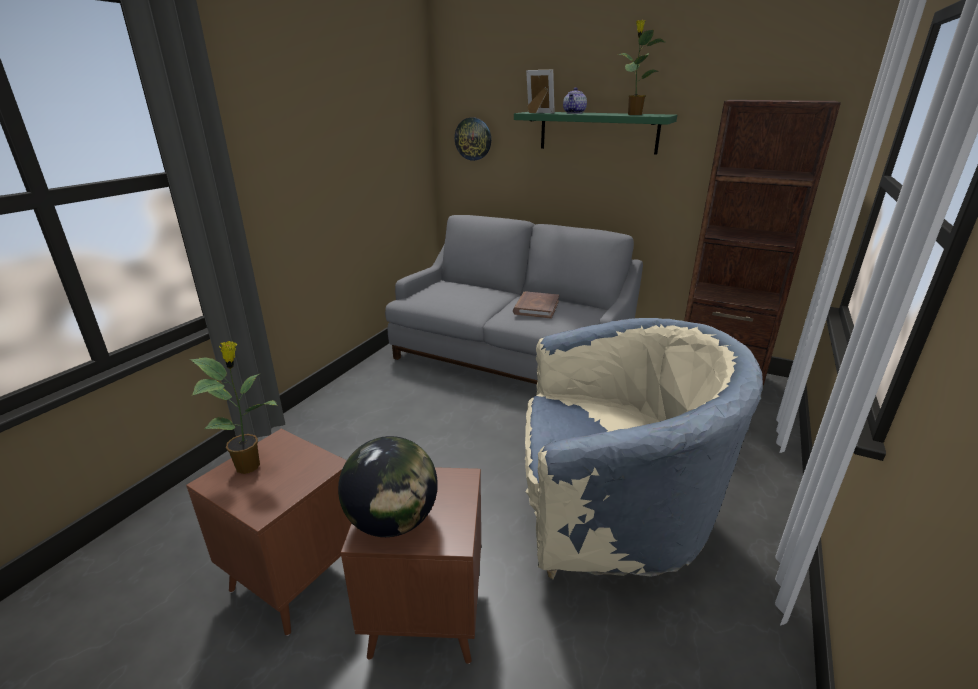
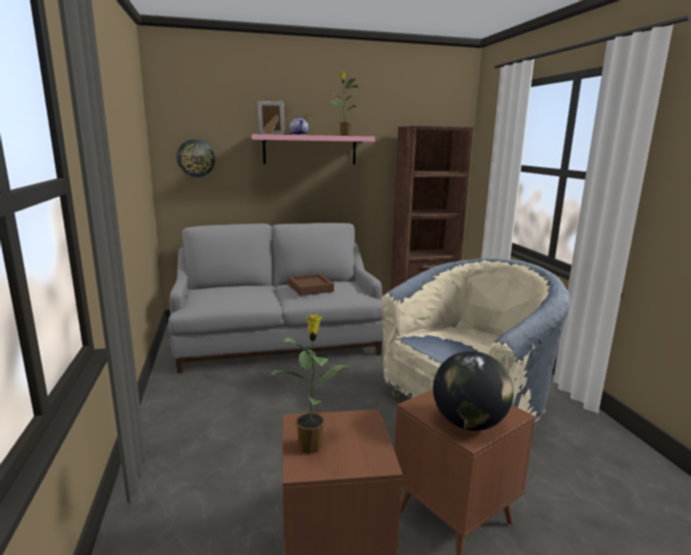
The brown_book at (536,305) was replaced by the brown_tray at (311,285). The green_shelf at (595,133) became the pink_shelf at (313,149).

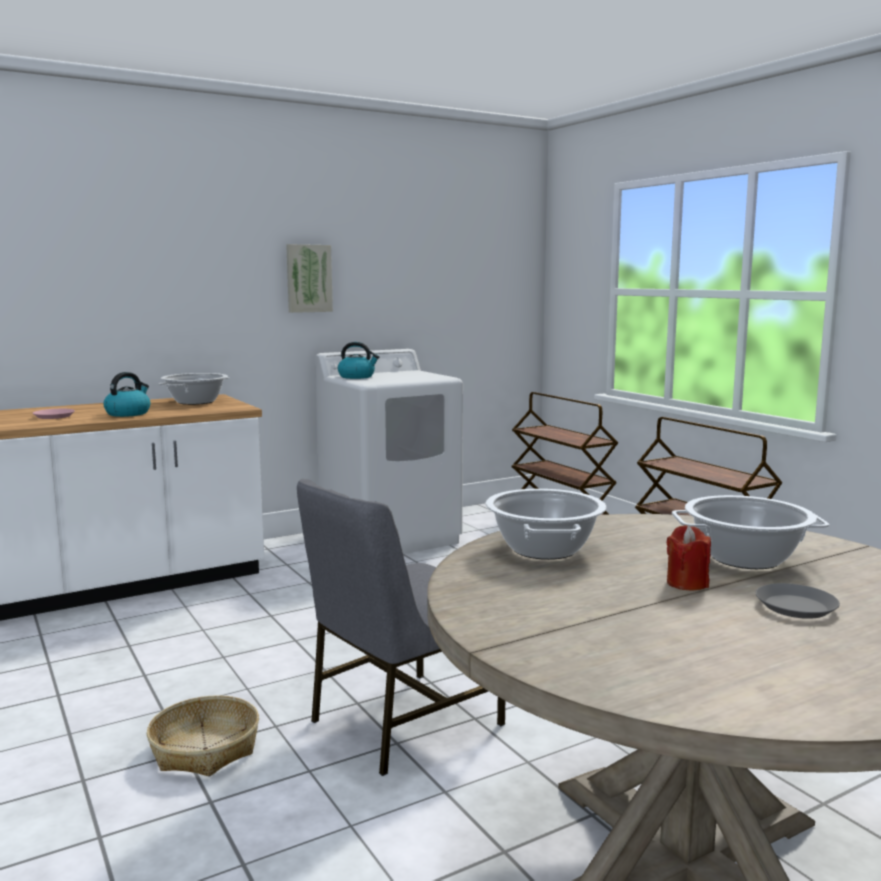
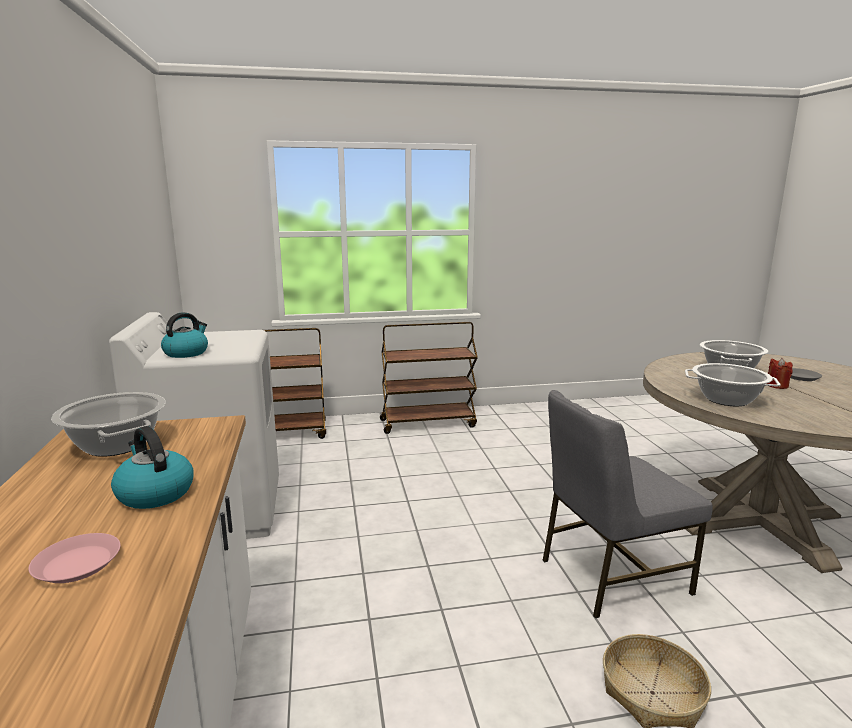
The picture at (309,278) disappeared. The grey_chair at (401,627) turned 90 degrees clockwise.

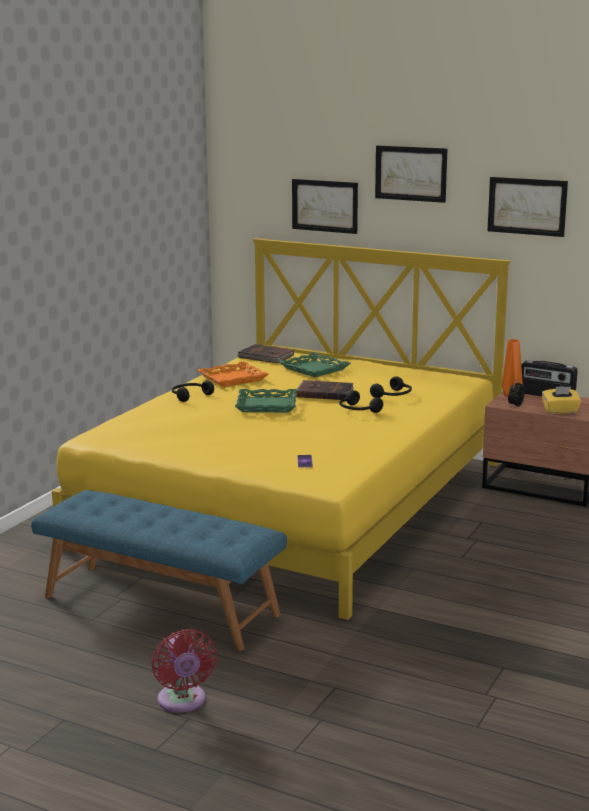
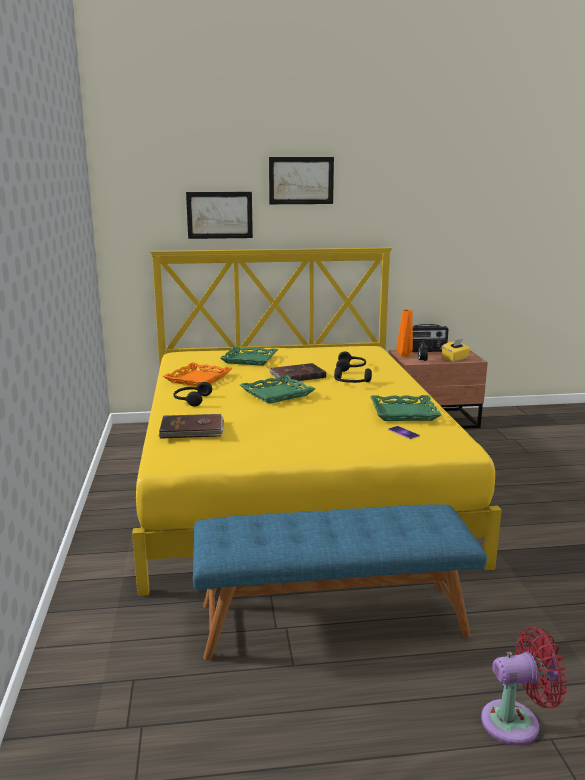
The picture at (527,207) disappeared. The green_tray at (405,408) appeared. The brown_book moved from (265,353) to (191,426). The red_fan at (184,671) turned 45 degrees counterclockwise.

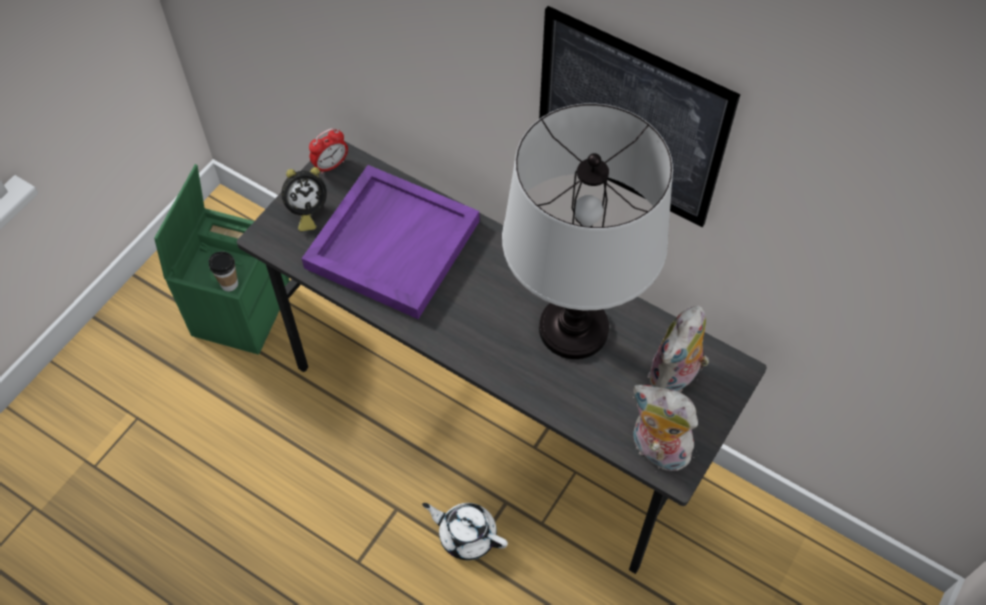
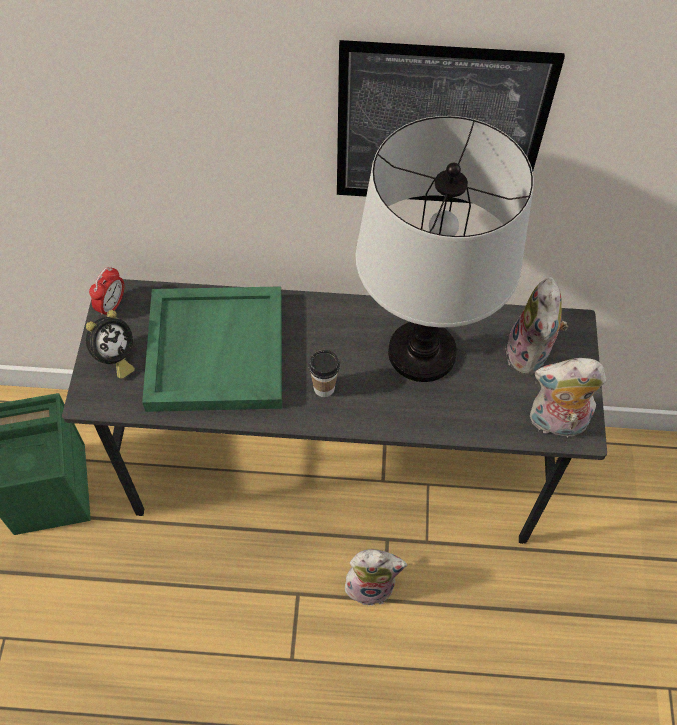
The cup moved from (223,271) to (324,373). The white_teapot at (465,531) was replaced by the plush_toy at (376,577). The purple_tray at (391,242) became the green_tray at (212,349).

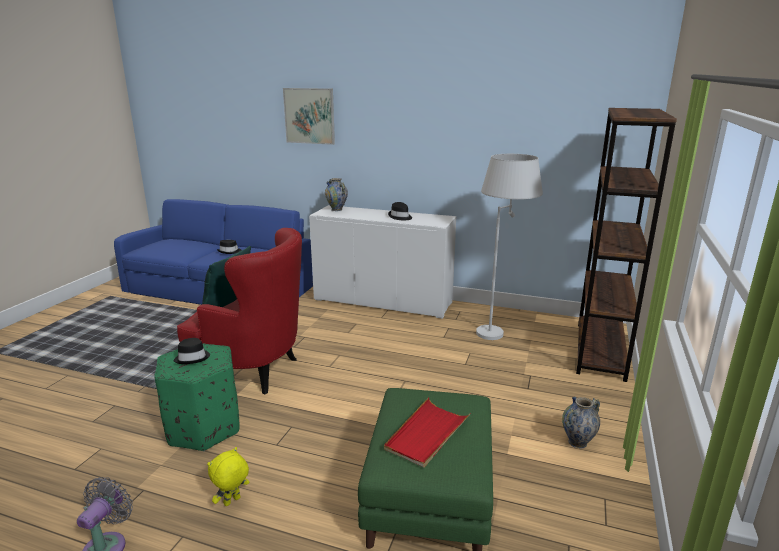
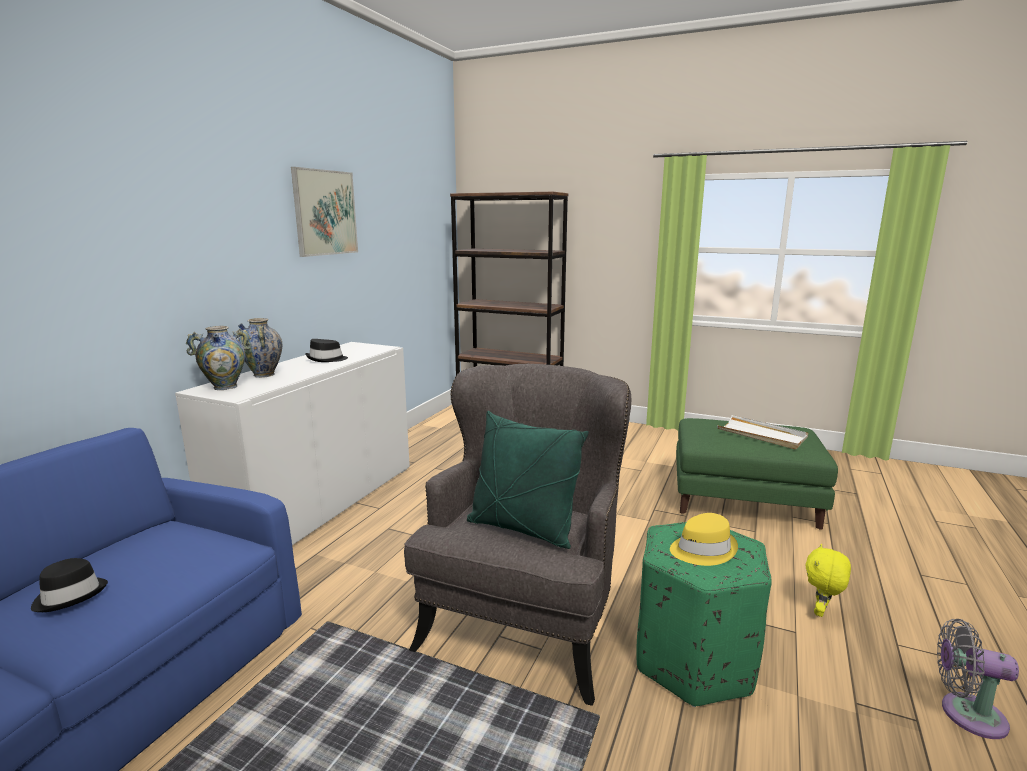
The white_floor_lamp at (509,247) disappeared. The picture moved from (309,116) to (324,212). The vase moved from (581,422) to (260,348). The black_hat at (192,351) became the yellow_hat at (704,539). The red_armchair at (239,311) became the grey_armchair at (517,535). The red_tray at (427,433) became the white_tray at (762,432). The yellow_plush_toy at (228,476) turned 75 degrees clockwise.

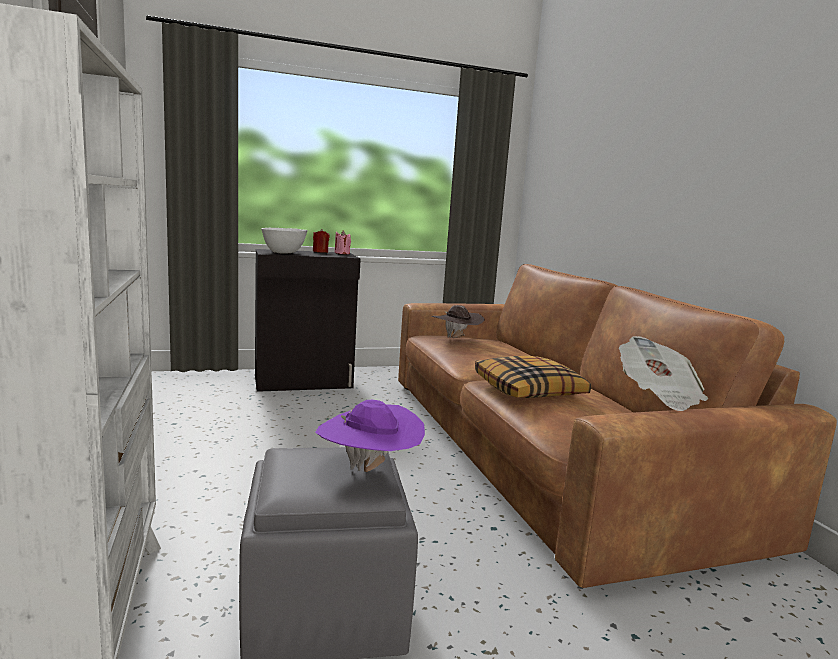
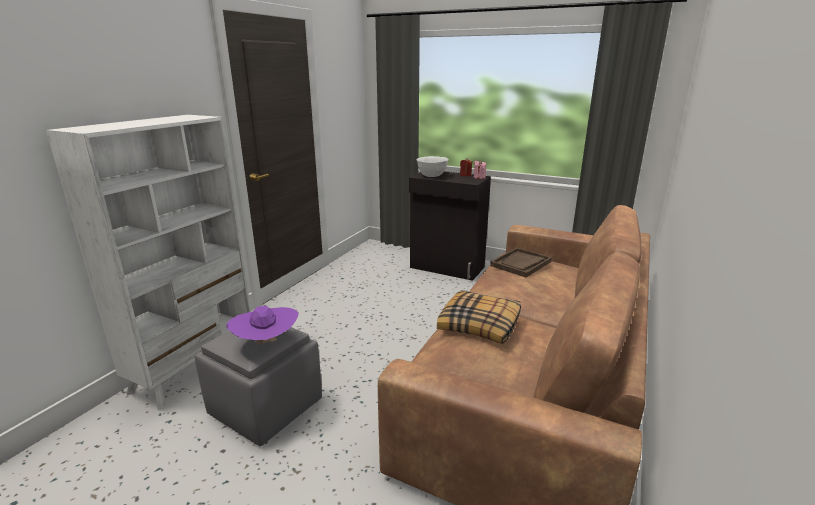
The newspaper at (663,373) disappeared. The brown_hat at (458,321) was replaced by the brown_tray at (521,262).

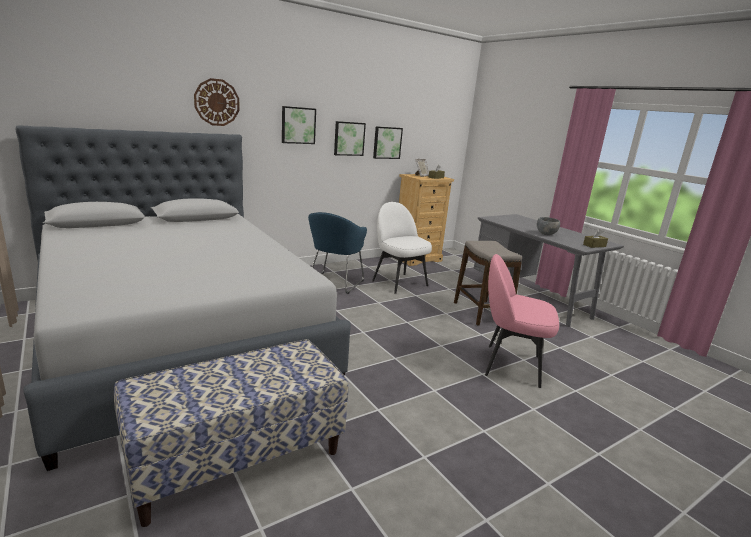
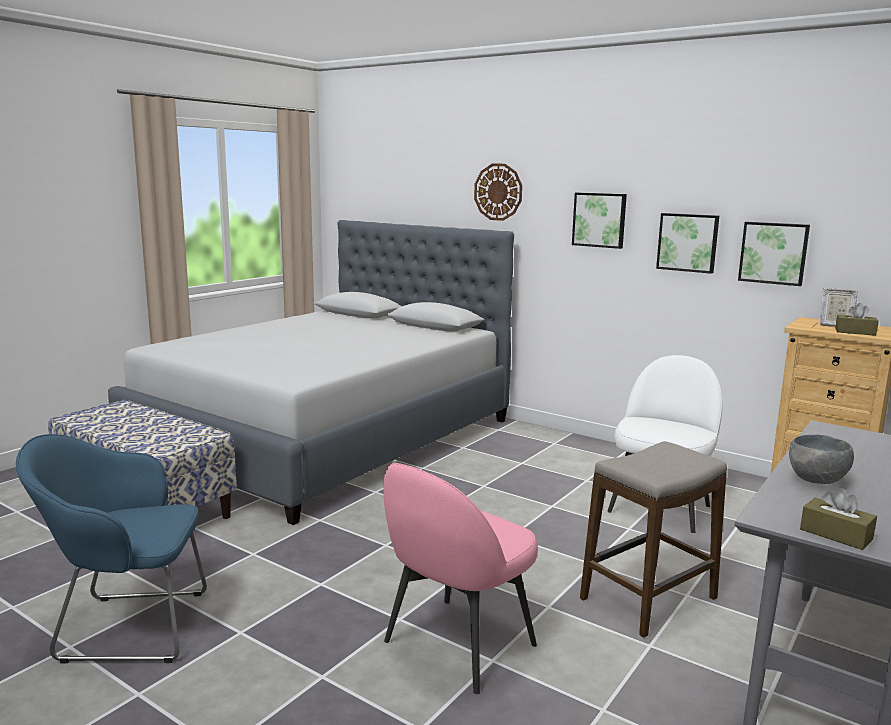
The blue_armchair moved from (337,253) to (111,549). The pink_chair at (522,321) turned 135 degrees counterclockwise.

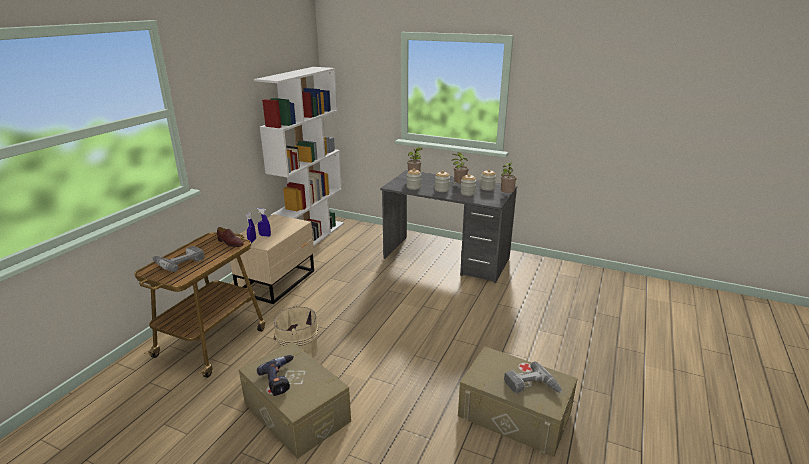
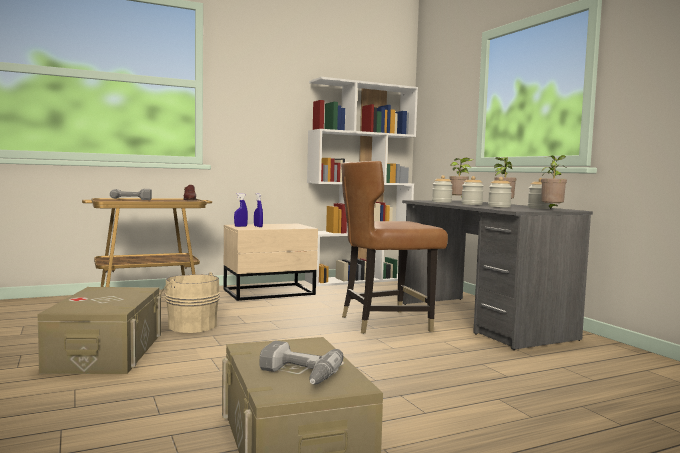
The power_drill at (275,375) disappeared. The brown_chair at (394,247) appeared.

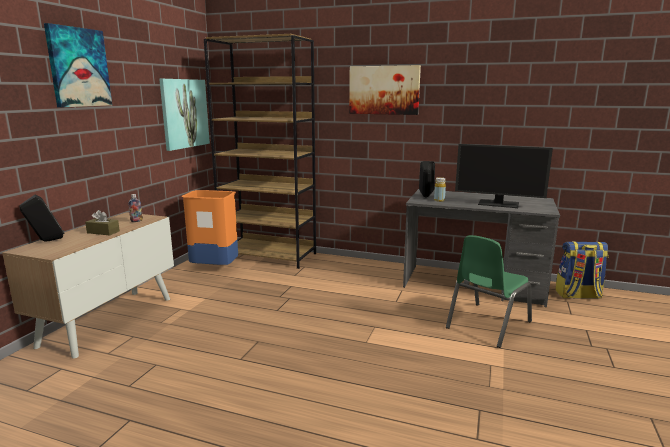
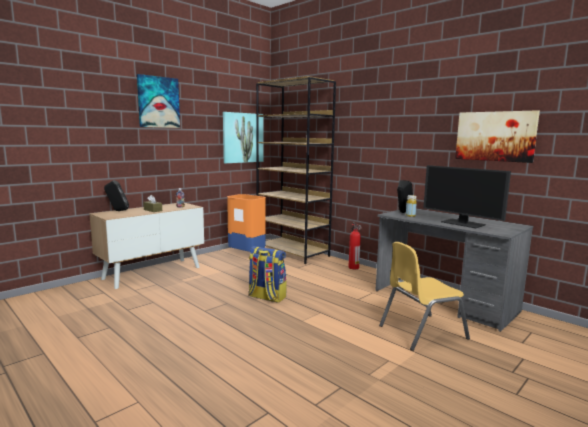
The fire_extinguisher at (355,245) appeared. The picture moved from (385,90) to (497,136). The backpack moved from (582,270) to (267,274). The green_chair at (489,291) became the yellow_chair at (424,296).

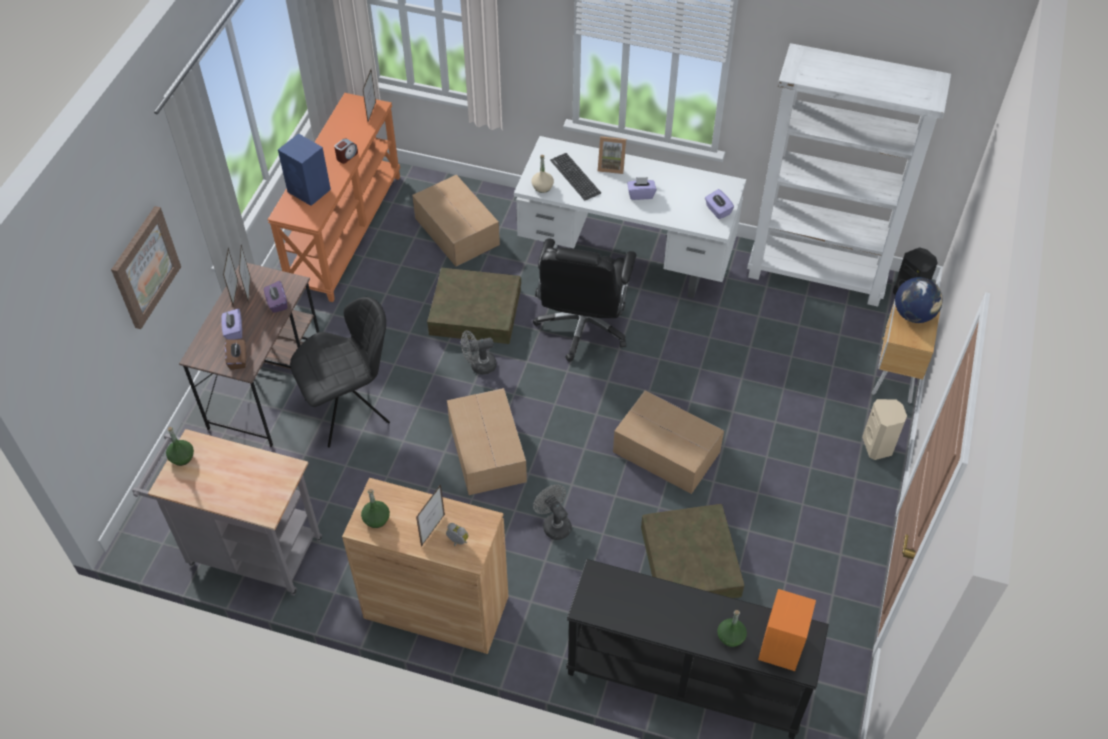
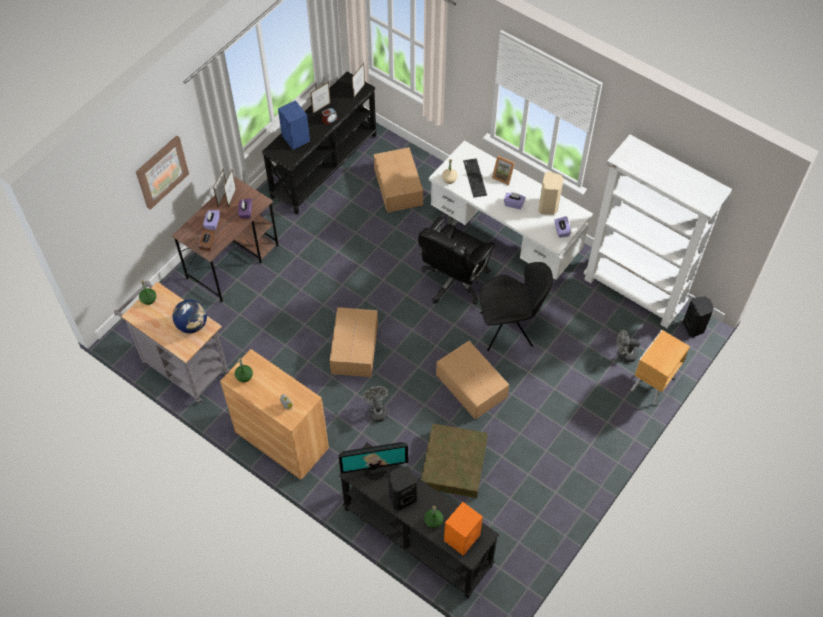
The brown_storage_box at (474,306) disappeared. The monitor at (373,461) appeared. The black_speaker at (403,488) appeared. The black_chair moved from (340,372) to (516,306). The picture_frame moved from (430,515) to (320,98). The grey_fan moved from (479,352) to (628,346). The beige_speaker moved from (884,429) to (551,193). The globe moved from (919,300) to (189,316). The orange_console_table at (333,197) became the black_console_table at (319,143).

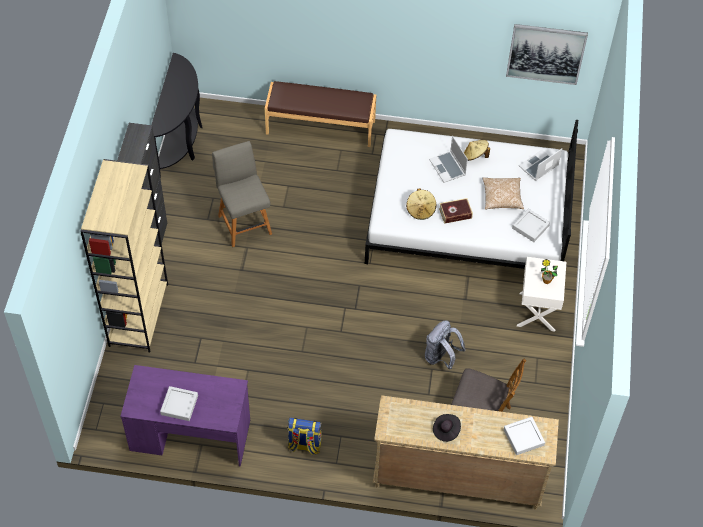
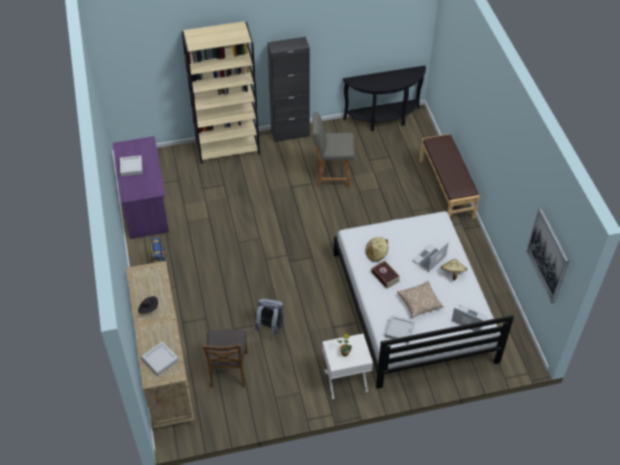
The grey_chair at (242,194) turned 135 degrees counterclockwise.

